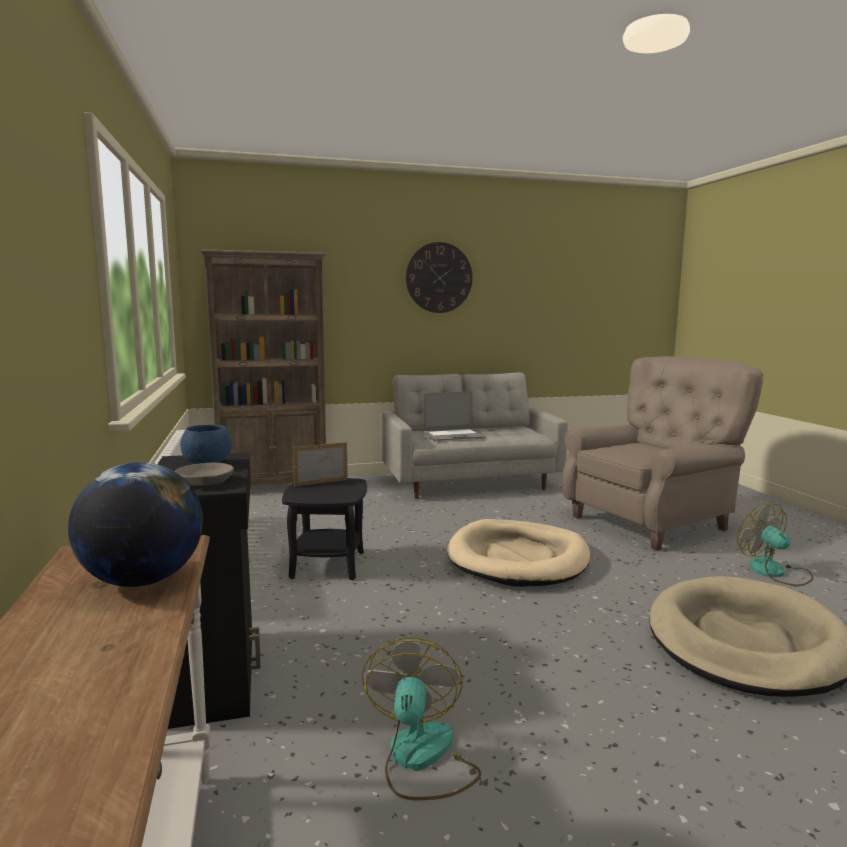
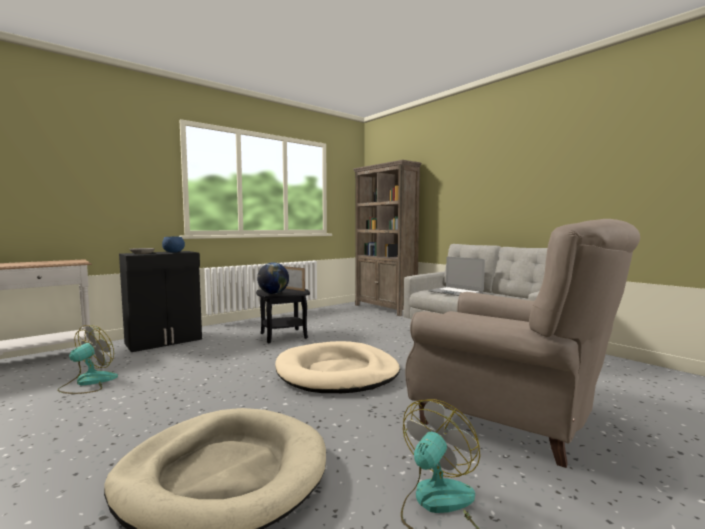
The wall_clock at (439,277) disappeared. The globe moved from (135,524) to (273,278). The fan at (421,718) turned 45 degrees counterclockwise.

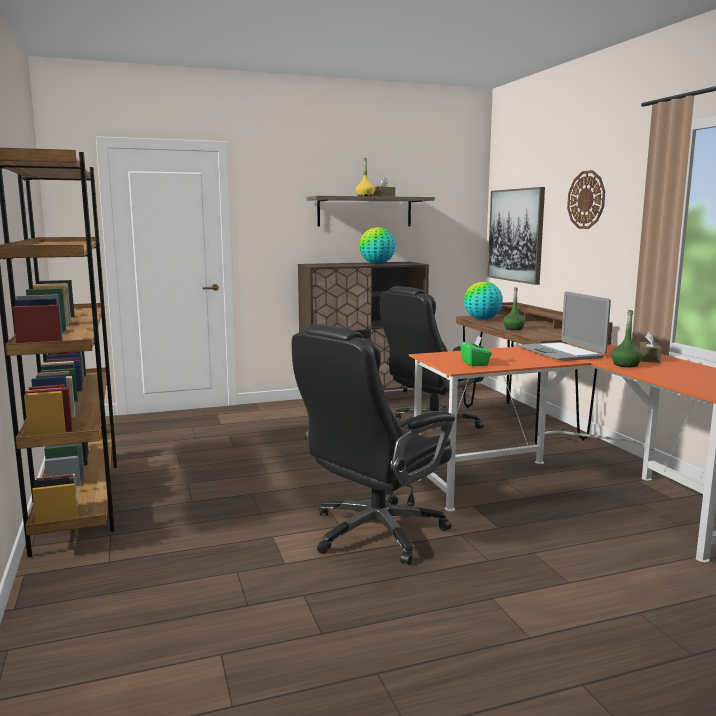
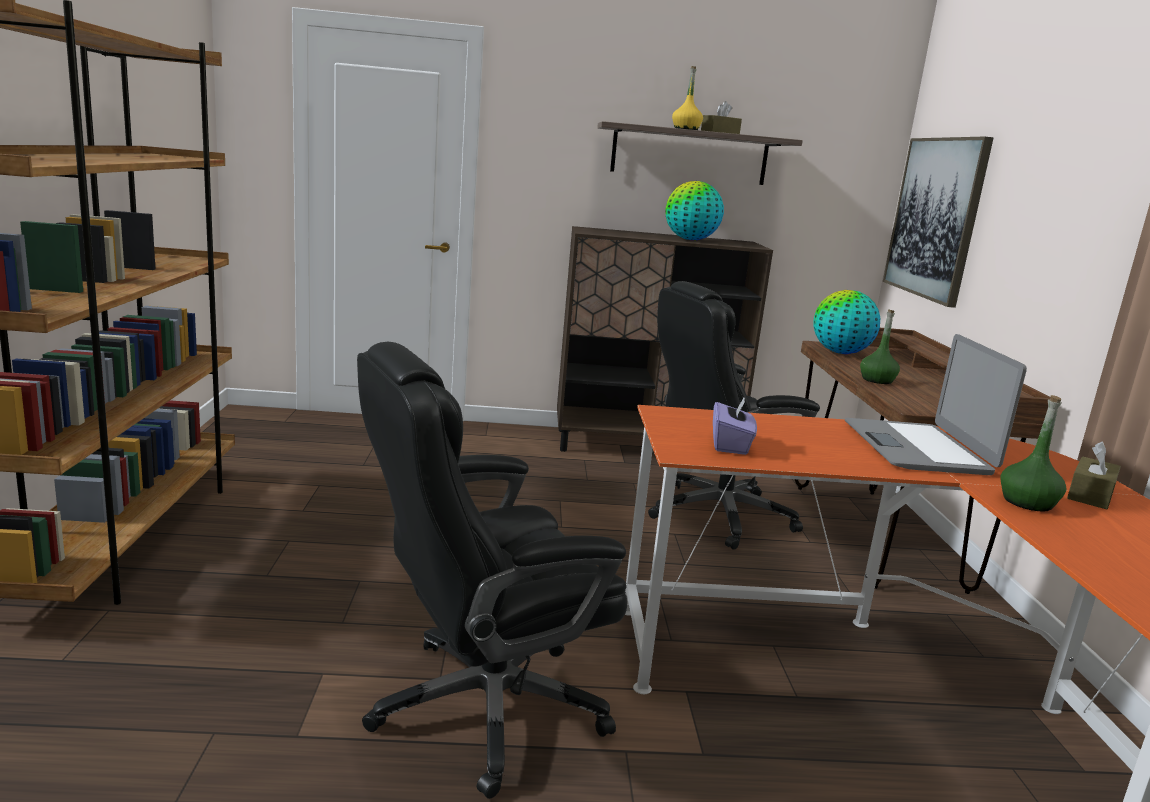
The wall_clock at (586,199) disappeared. The green_tissue_box at (476,351) became the purple_tissue_box at (735,425).

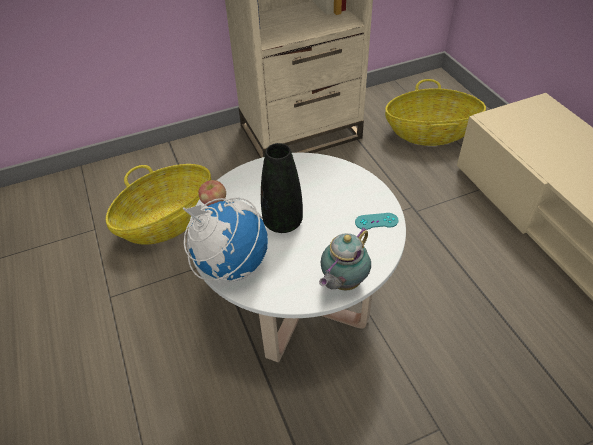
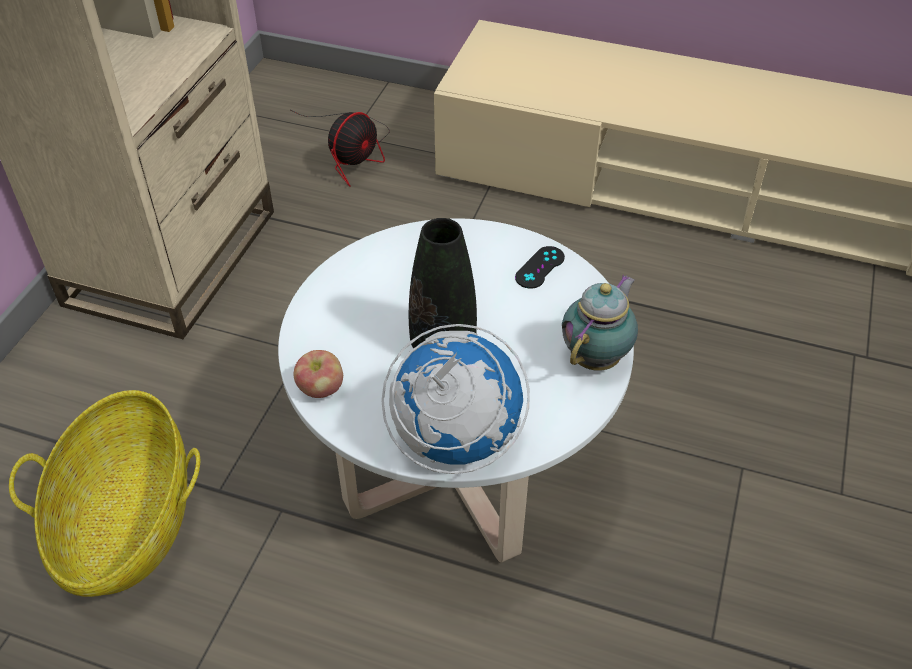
The basket at (435,112) was replaced by the fan at (340,148). The turquoise_game_controller at (377,221) became the black_game_controller at (540,267). The teapot at (345,258) turned 135 degrees counterclockwise.

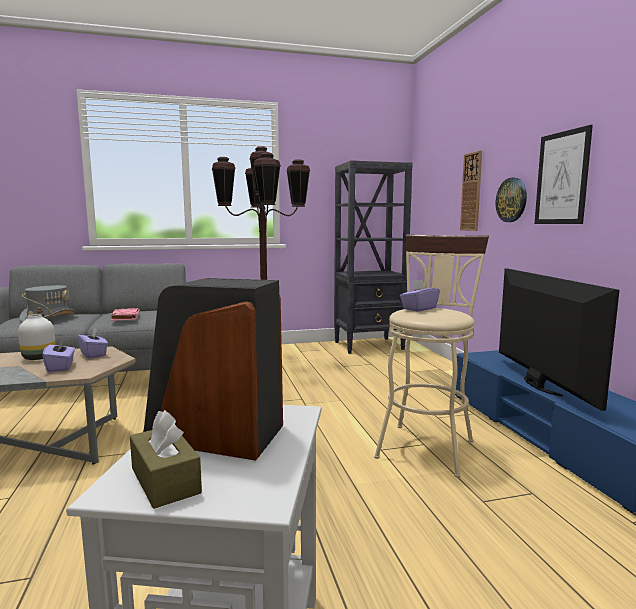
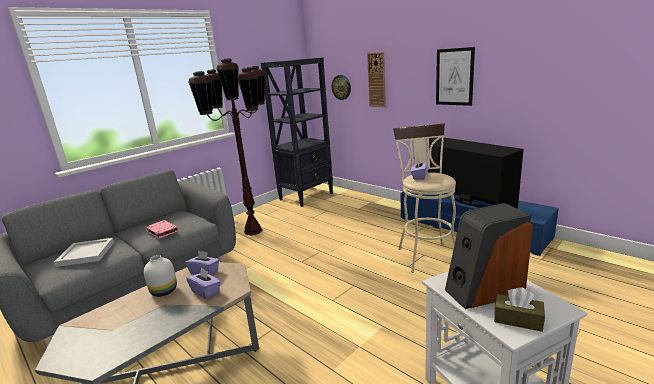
The wall_clock moved from (511,200) to (341,87). The grey_hat at (48,303) was replaced by the white_tray at (84,252).

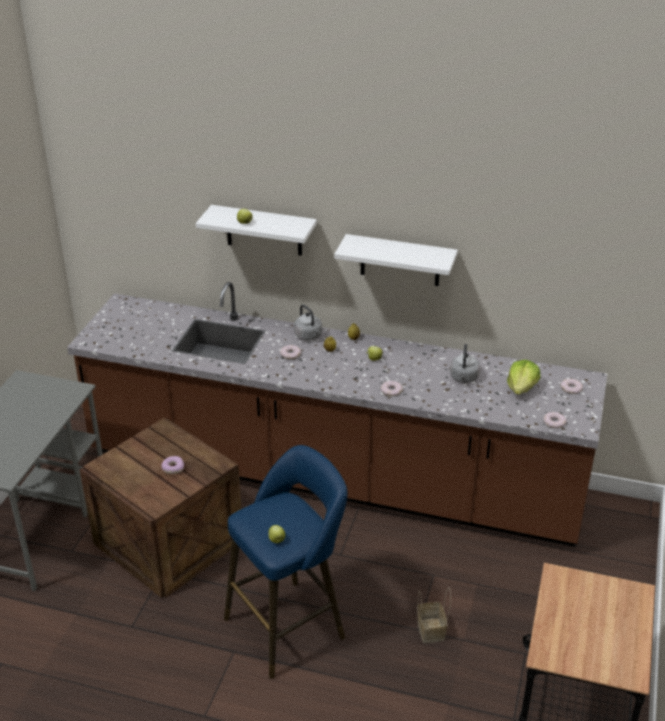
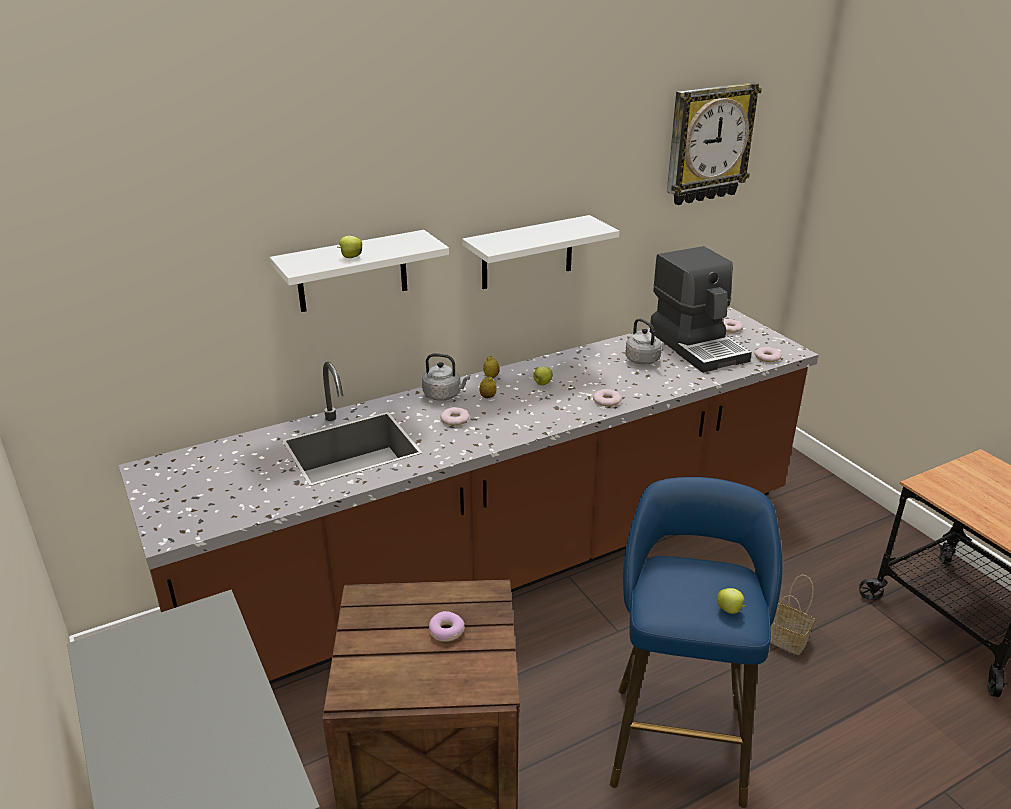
The wall_clock at (714,143) appeared. The lettuce at (524,377) was replaced by the coffee_machine at (701,309).

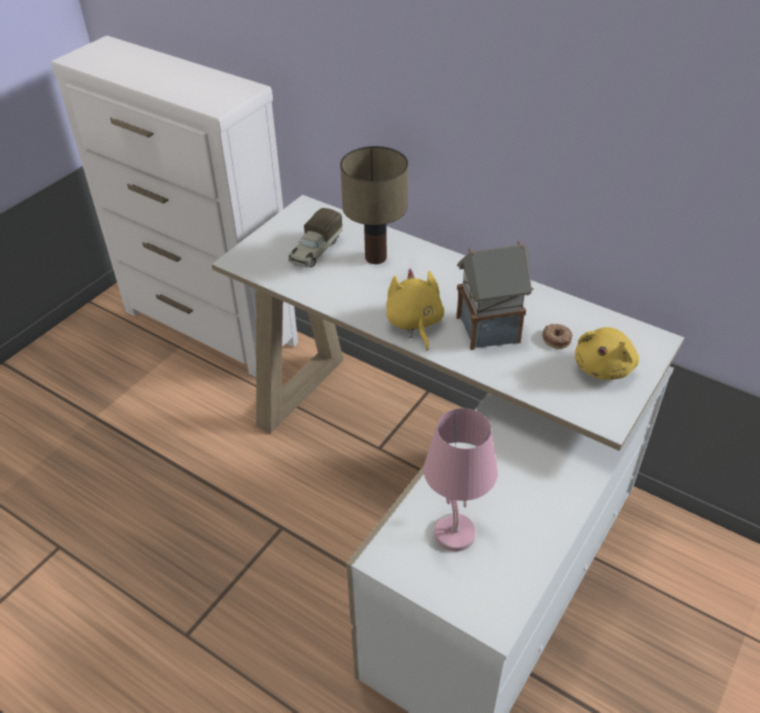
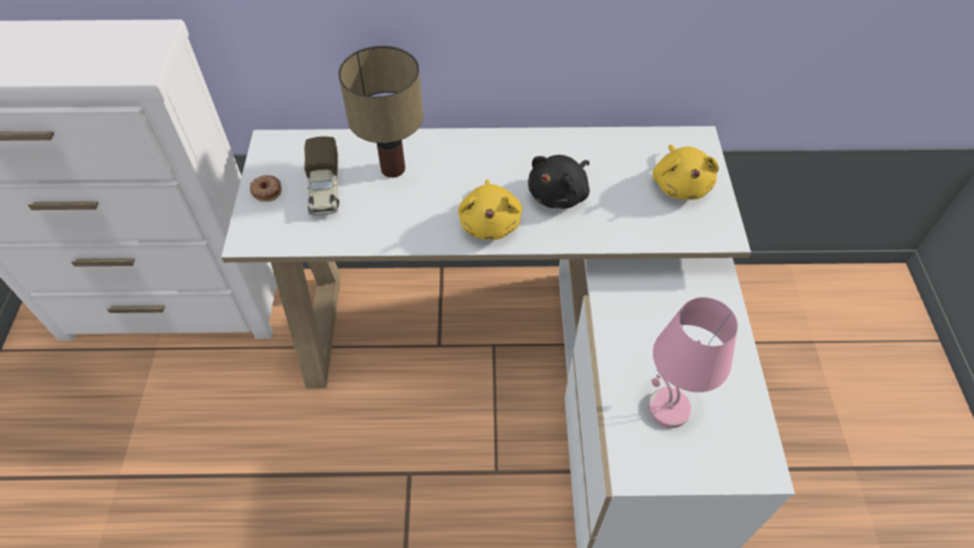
The donut moved from (557,336) to (266,188). The toy_house at (495,295) was replaced by the black_plush_toy at (559,181). The yellow_plush_toy at (415,310) turned 135 degrees counterclockwise.

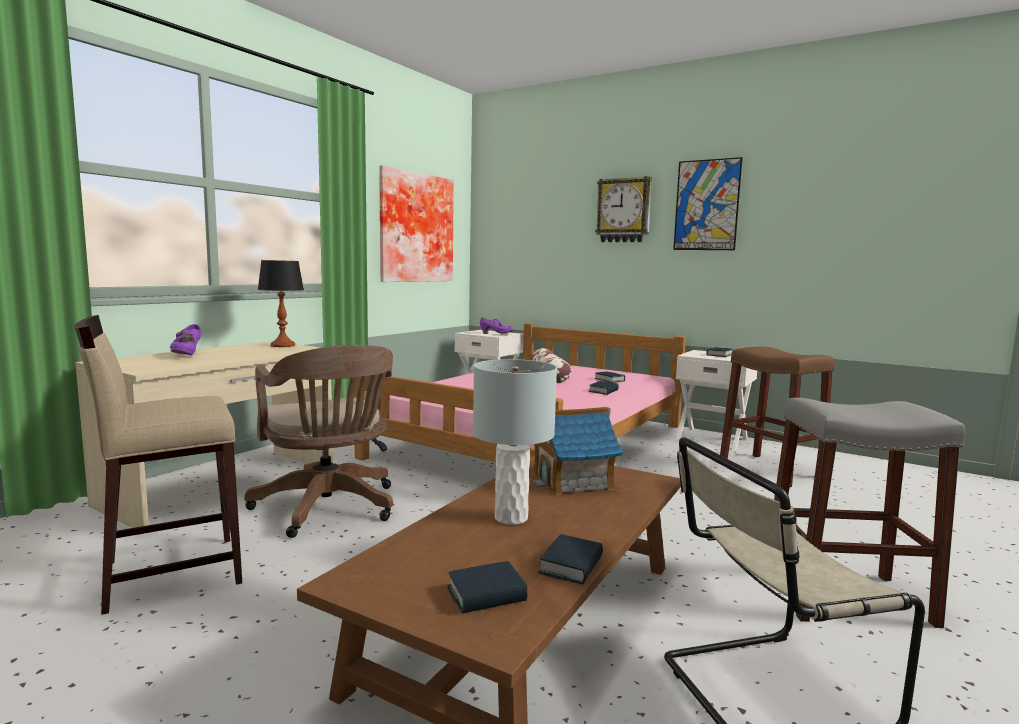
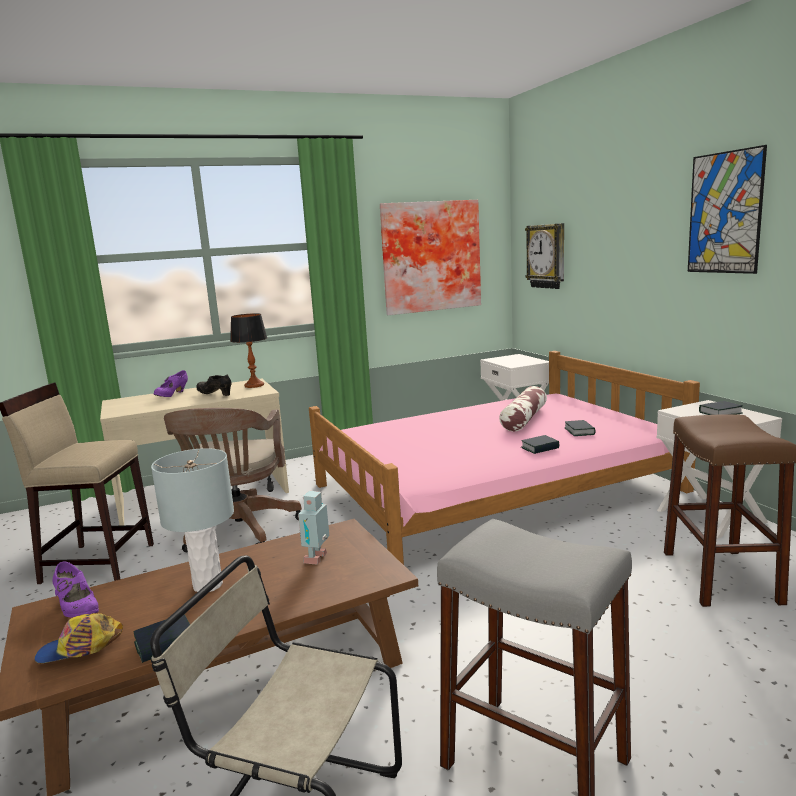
The black_shoe at (213,385) appeared. The purple_shoe moved from (497,325) to (75,590). The wall_clock moved from (623,209) to (544,256). The book at (487,587) was replaced by the cap at (78,638). The toy_house at (577,451) was replaced by the toy_robot at (313,528).

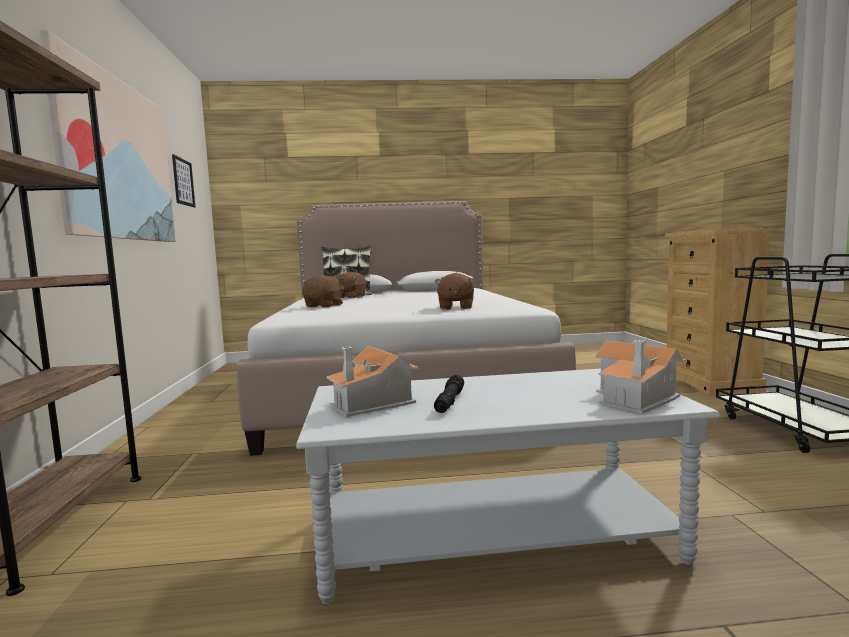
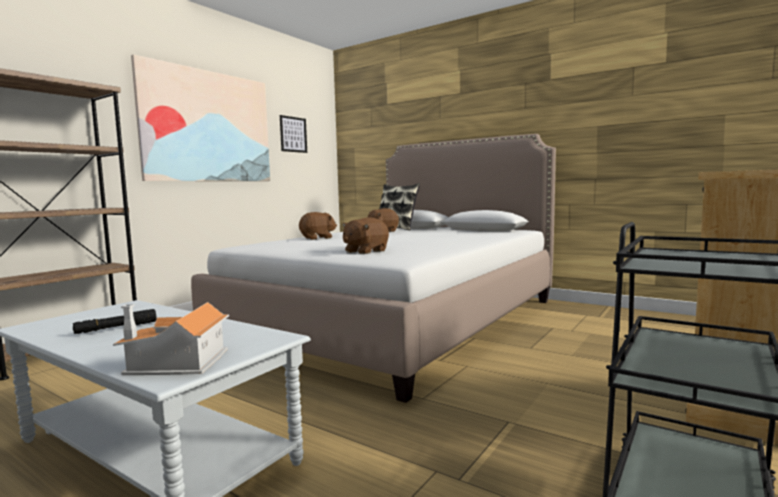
The toy_house at (372,381) disappeared.

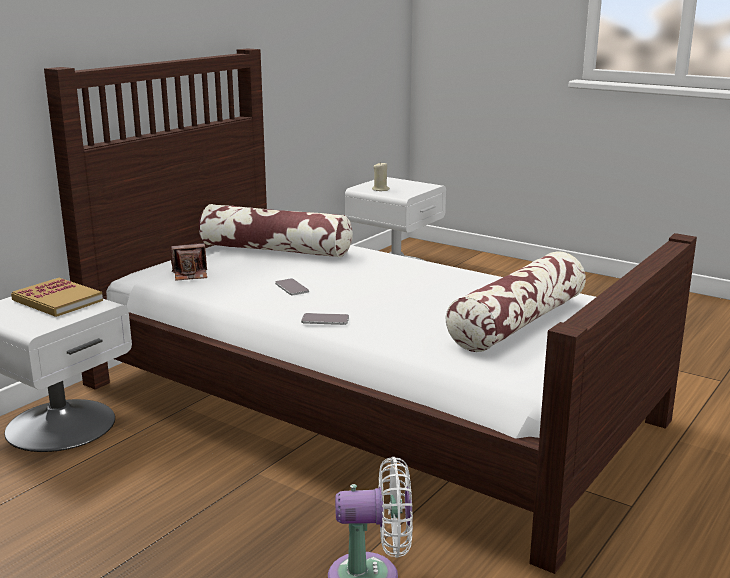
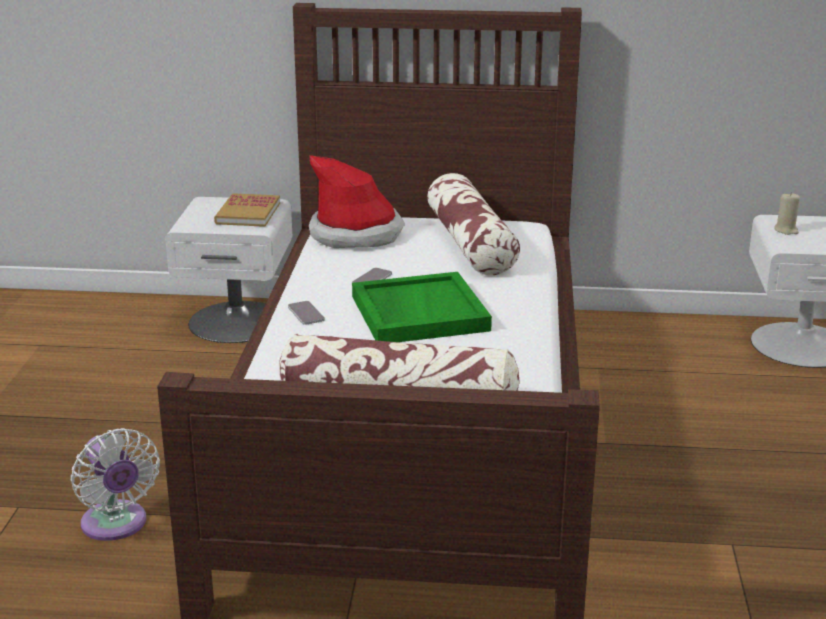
The green_tray at (422,307) appeared. The photo_camera at (188,262) was replaced by the hat at (357,201).

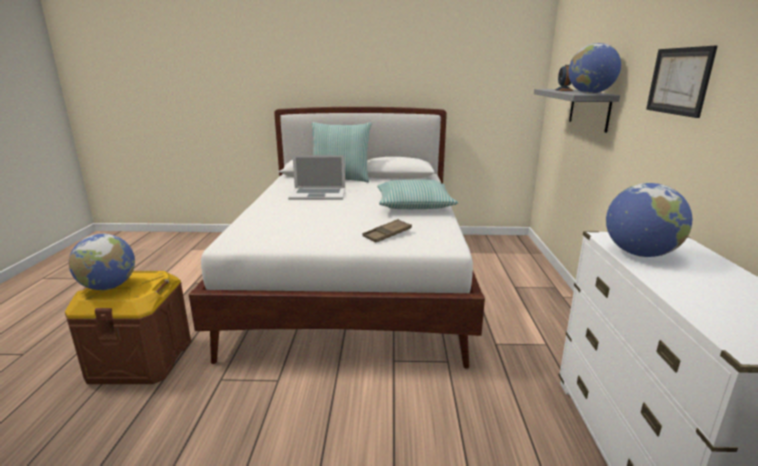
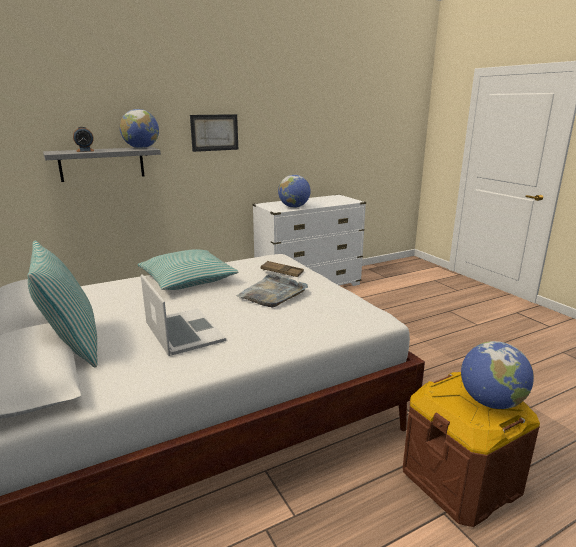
The grey_tray at (272,291) appeared.

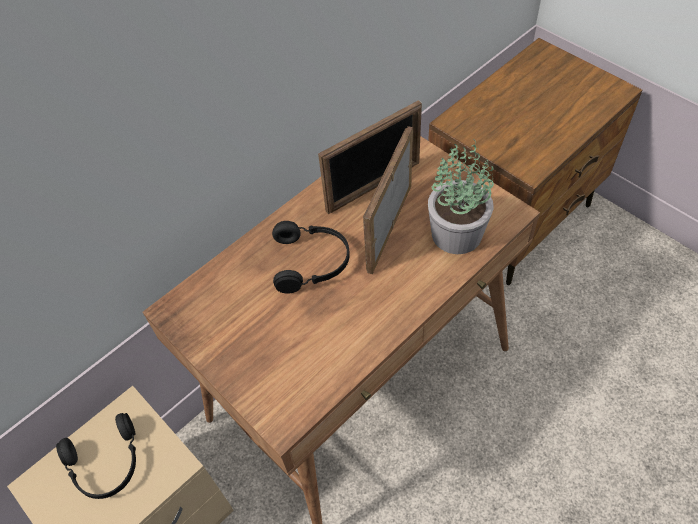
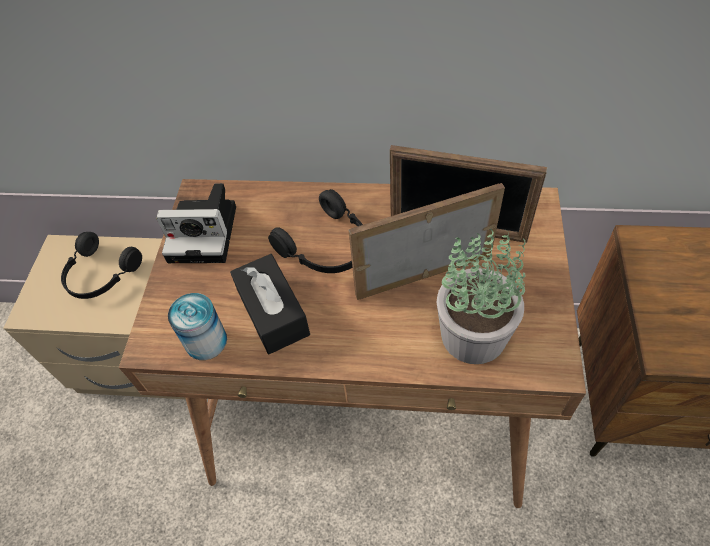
The photo_camera at (196,223) appeared. The can at (197,326) appeared. The black_tissue_box at (270,304) appeared.

